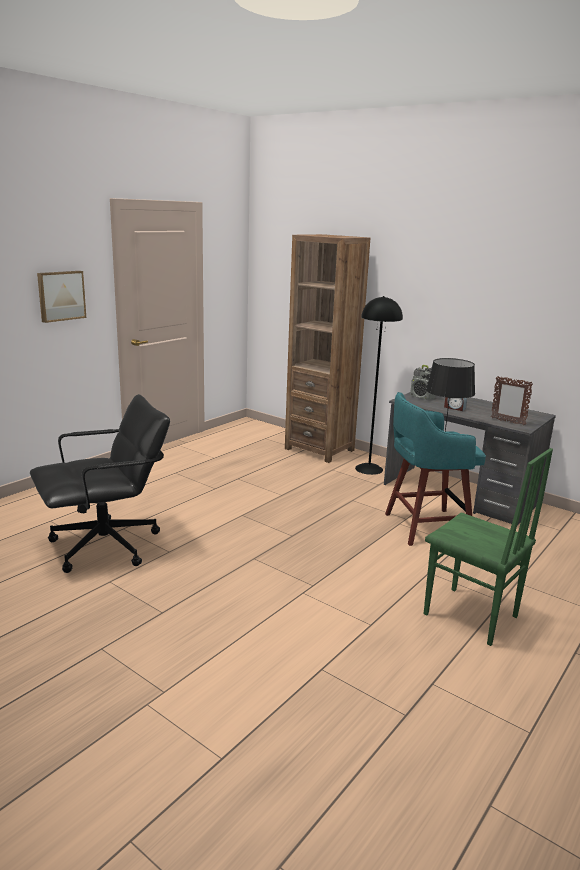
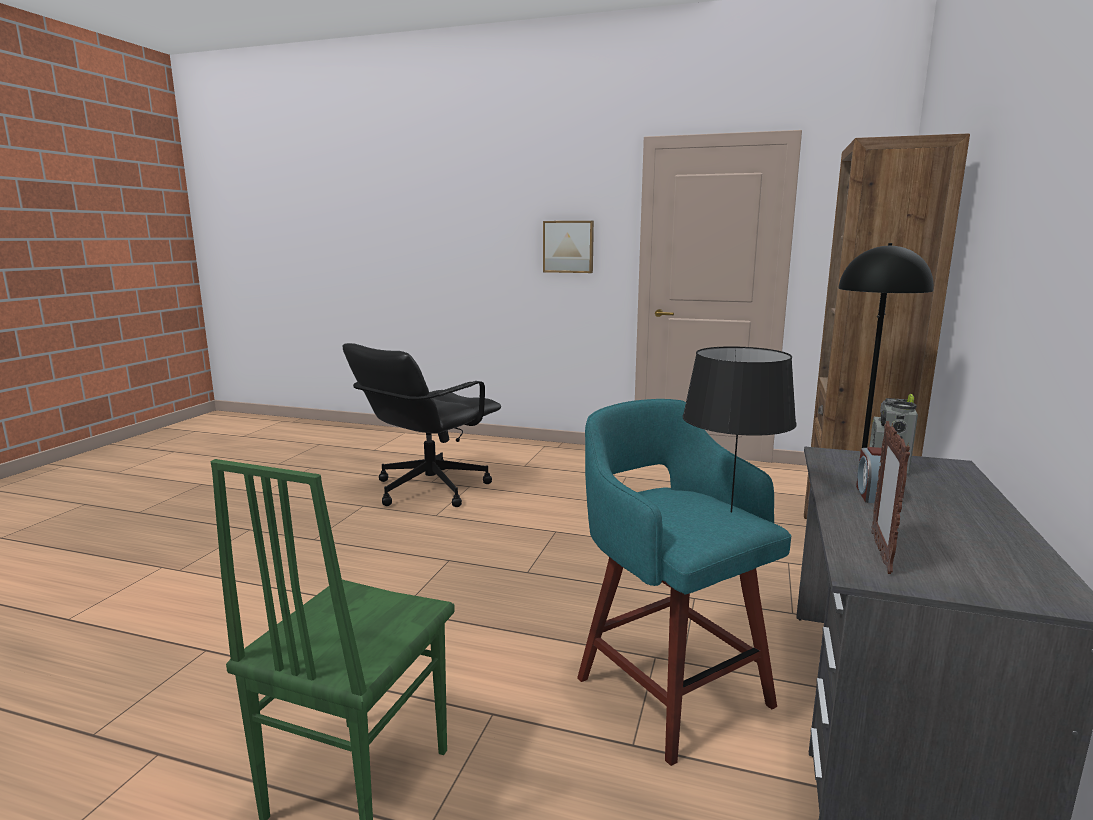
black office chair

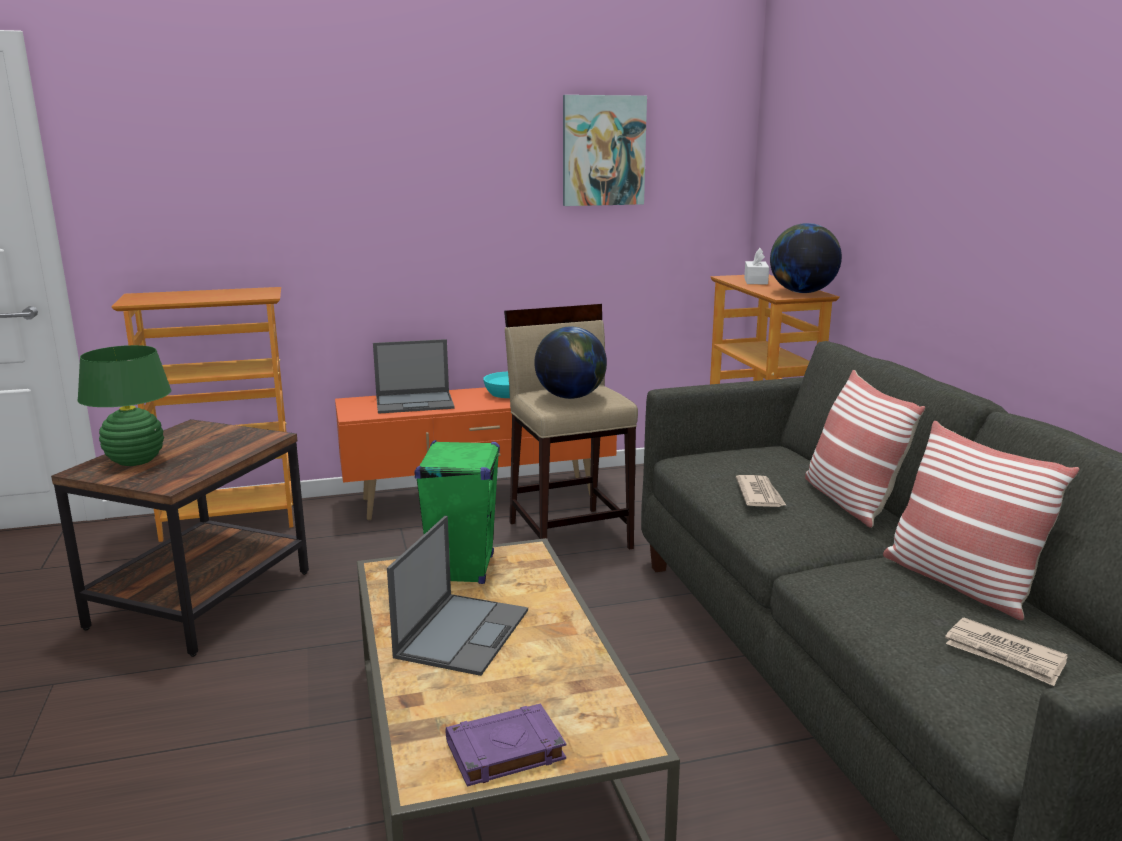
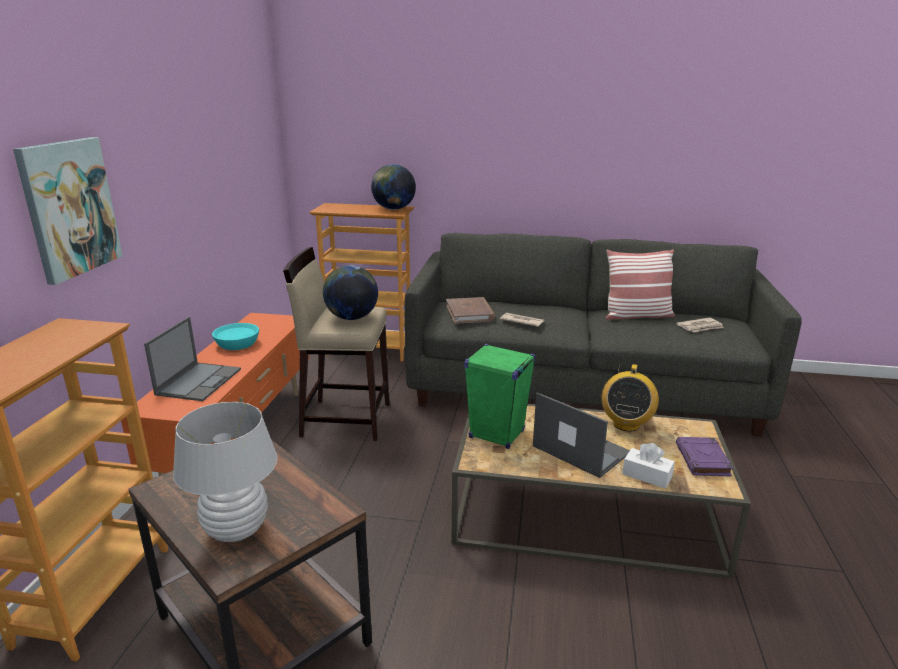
pillow (1st from left in the first image); brown book; radio; picture; white tissue box; white table lamp

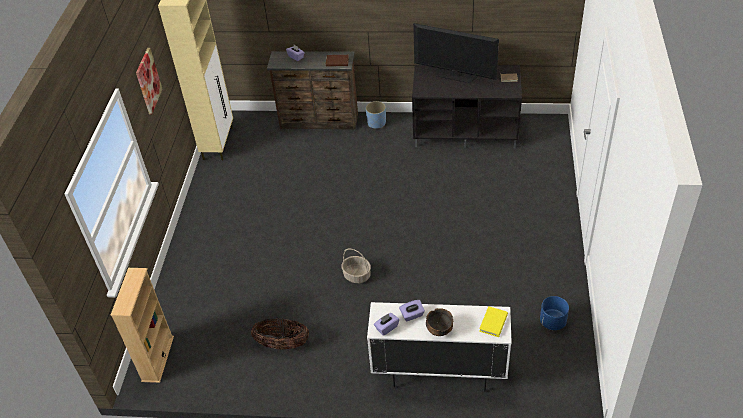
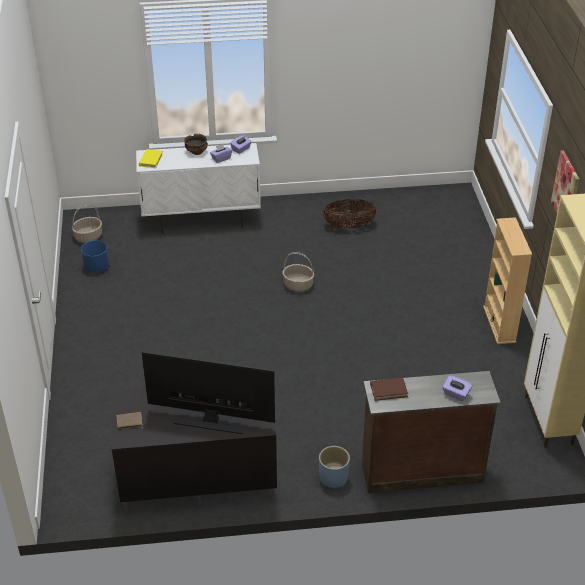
basket (1st from left); beige bookcase

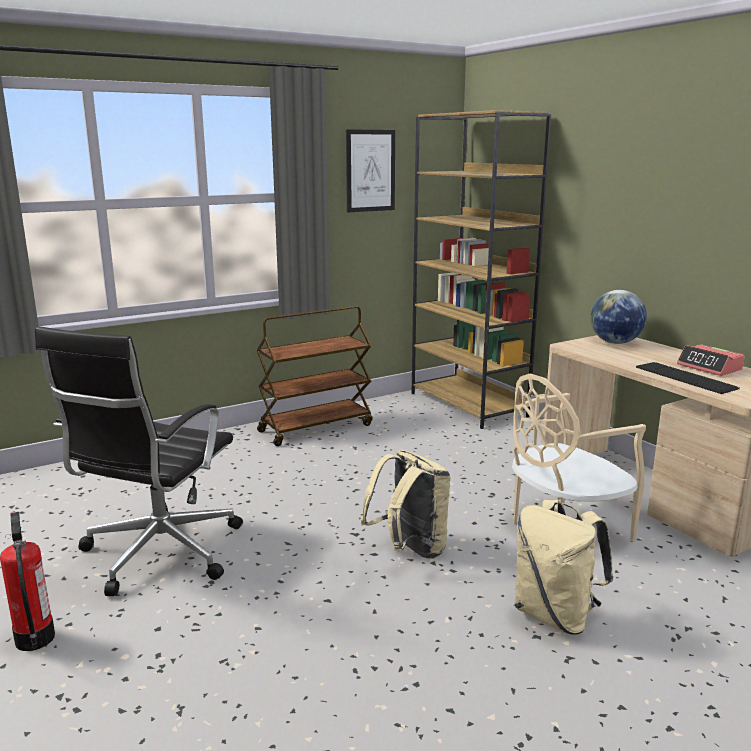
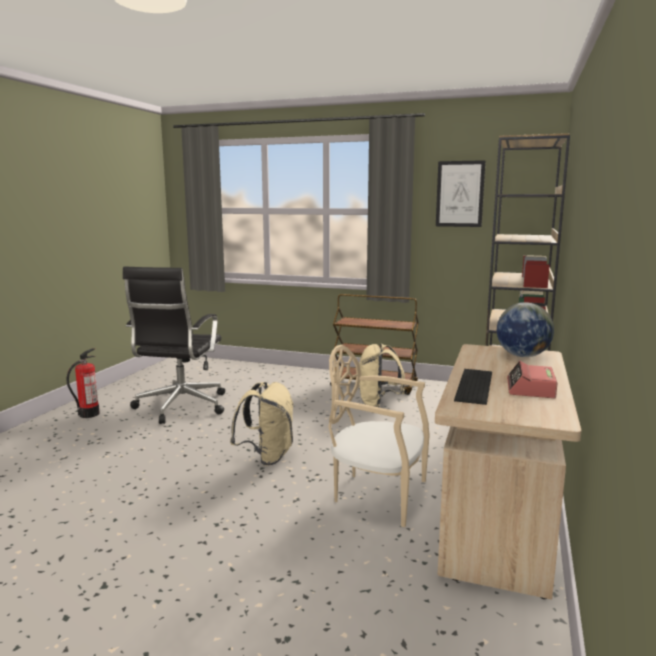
beige backpack (2nd from left); black office chair

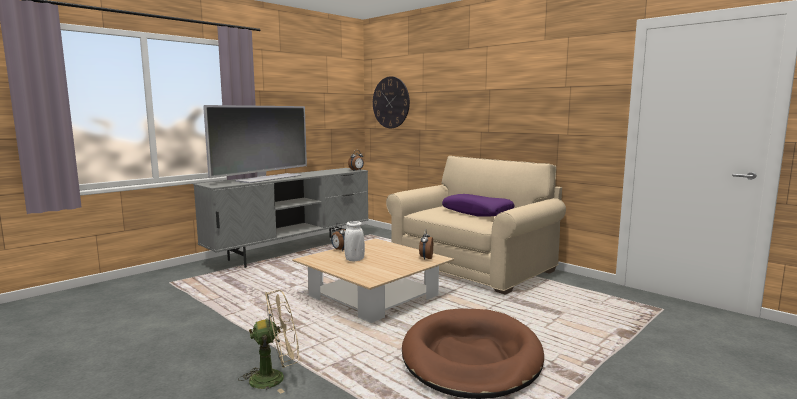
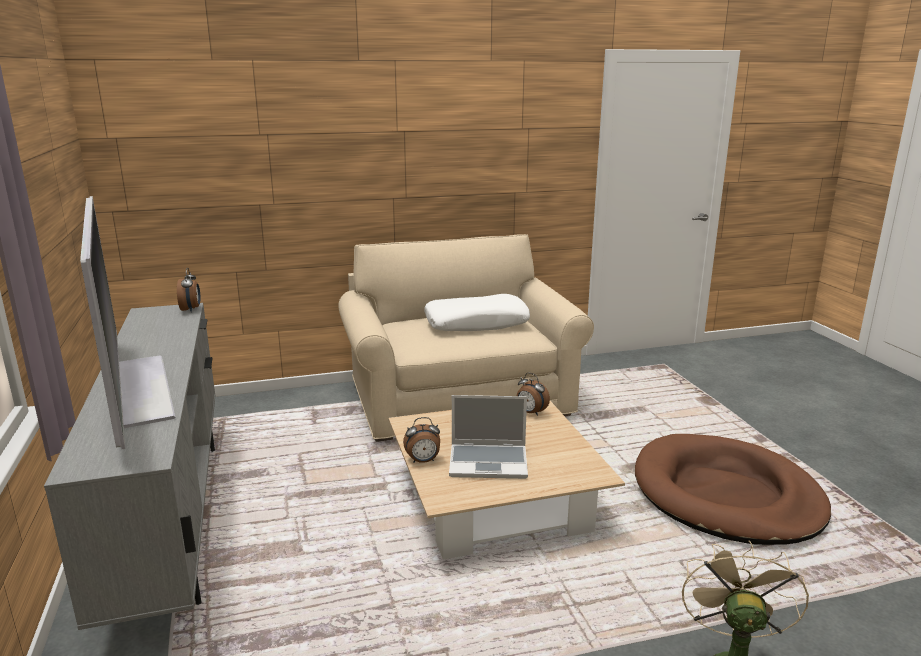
wall clock; laptop; white pillow

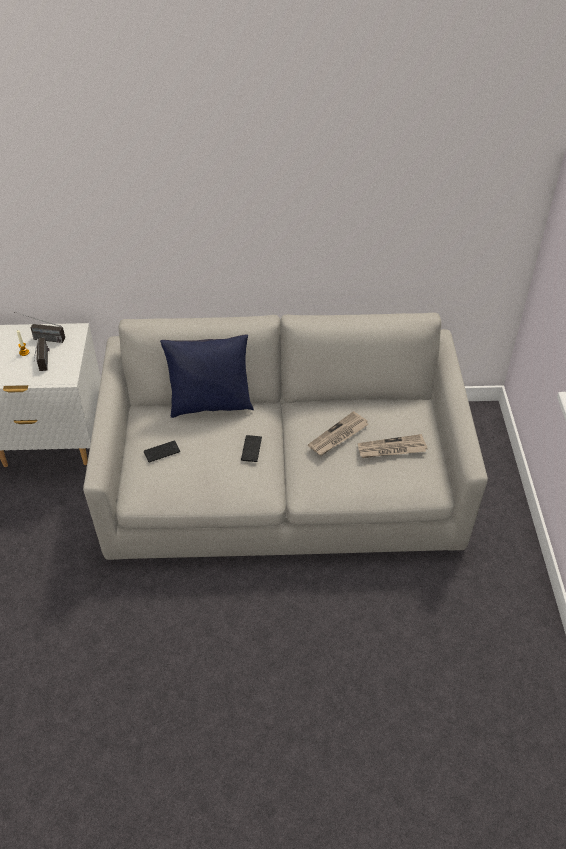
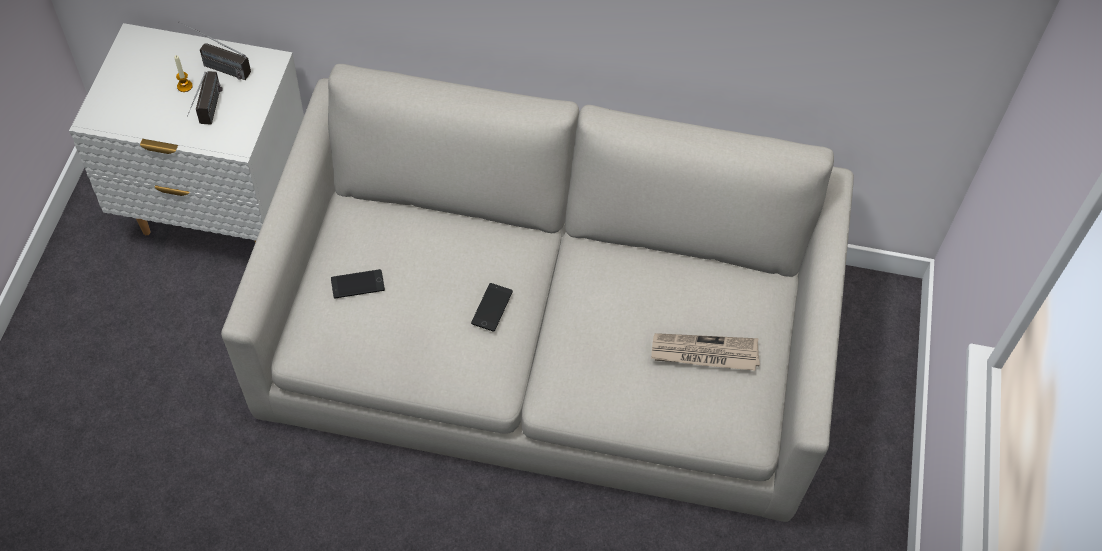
blue pillow; newspaper (1st from left in the first image)

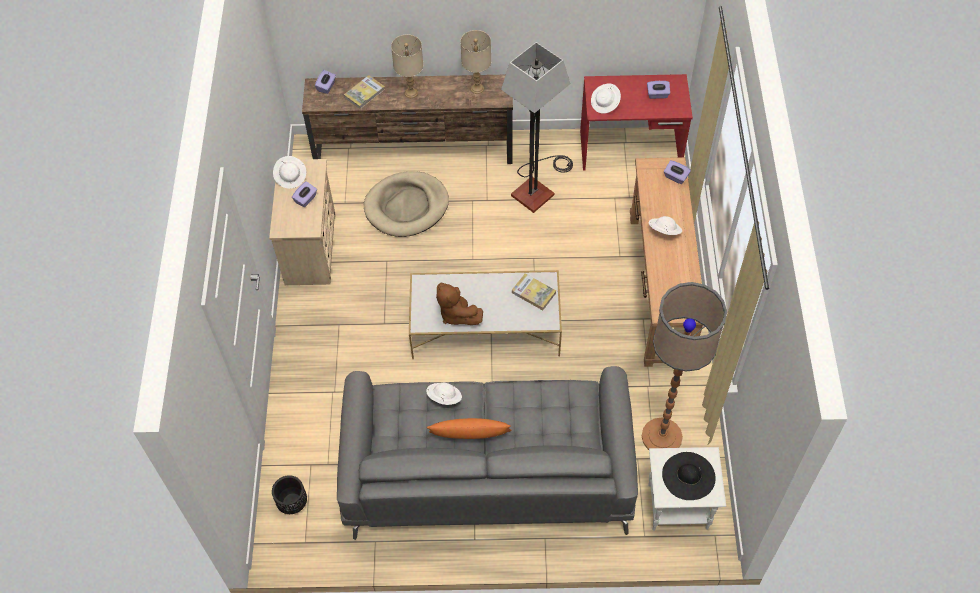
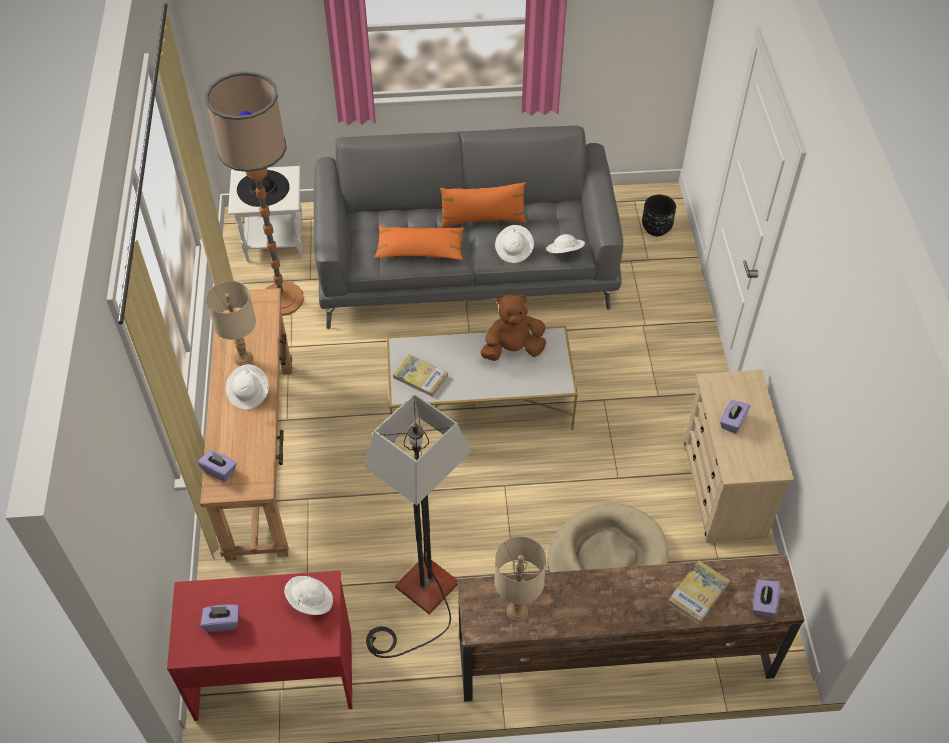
orange pillow (1st from left); white hat (4th from left); beige table lamp (1st from left); brown plush toy

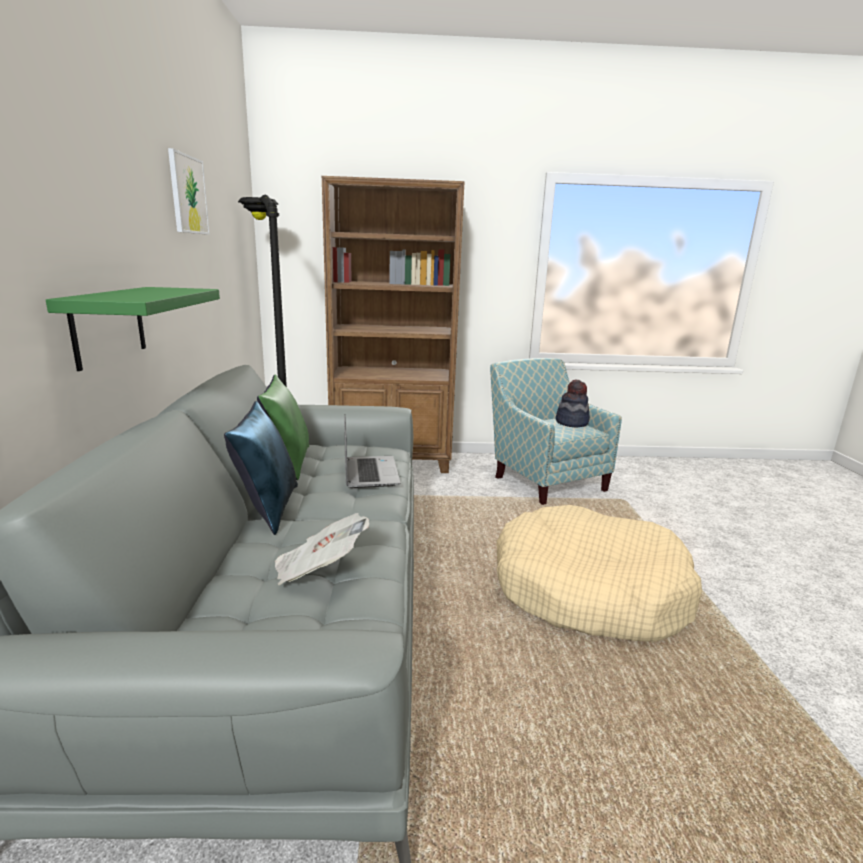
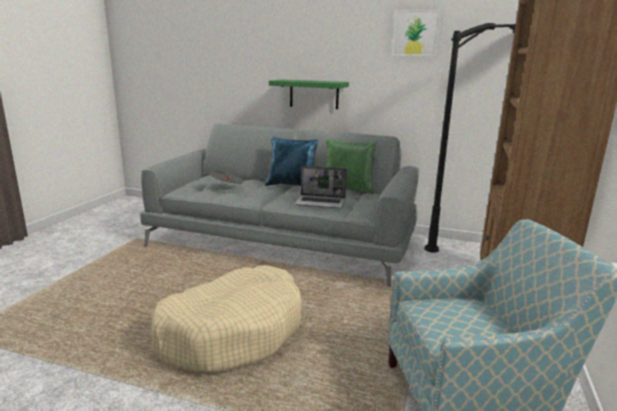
hat

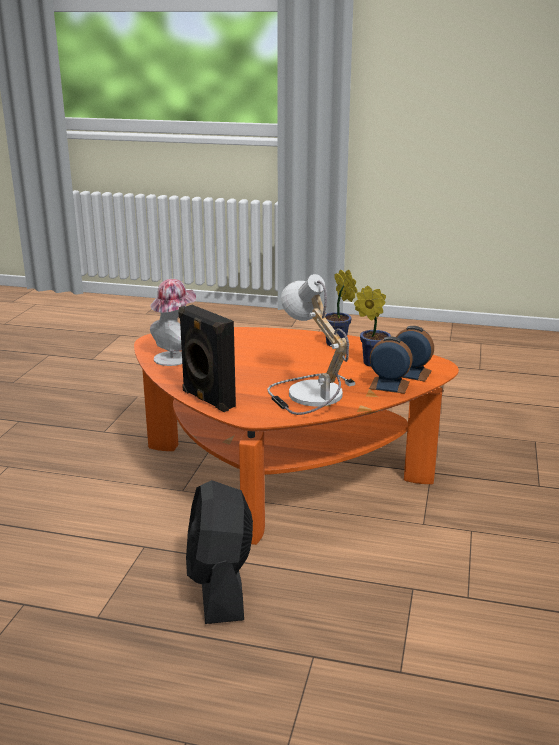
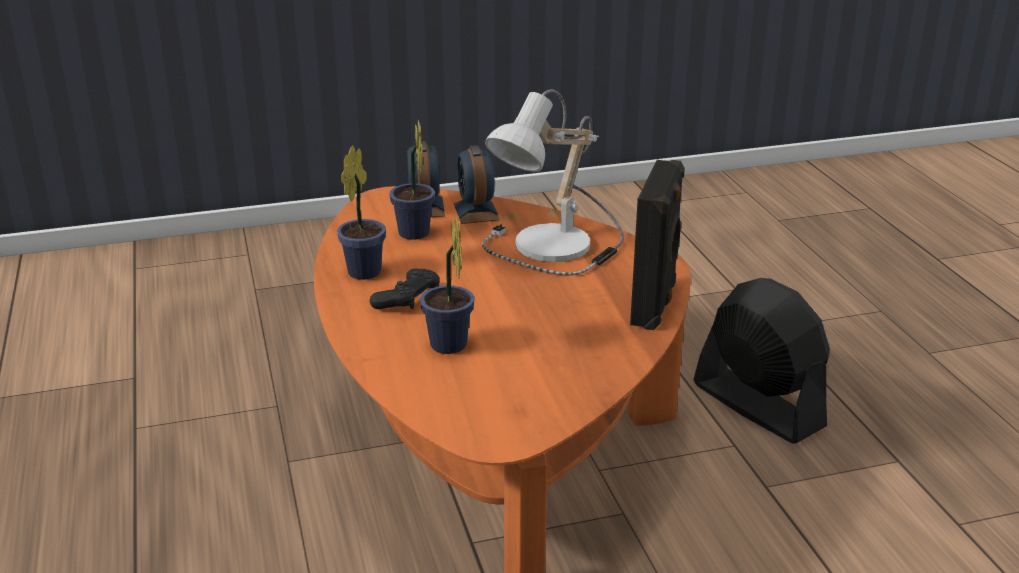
hat; black game controller; potted plant (3rd from left); black fan

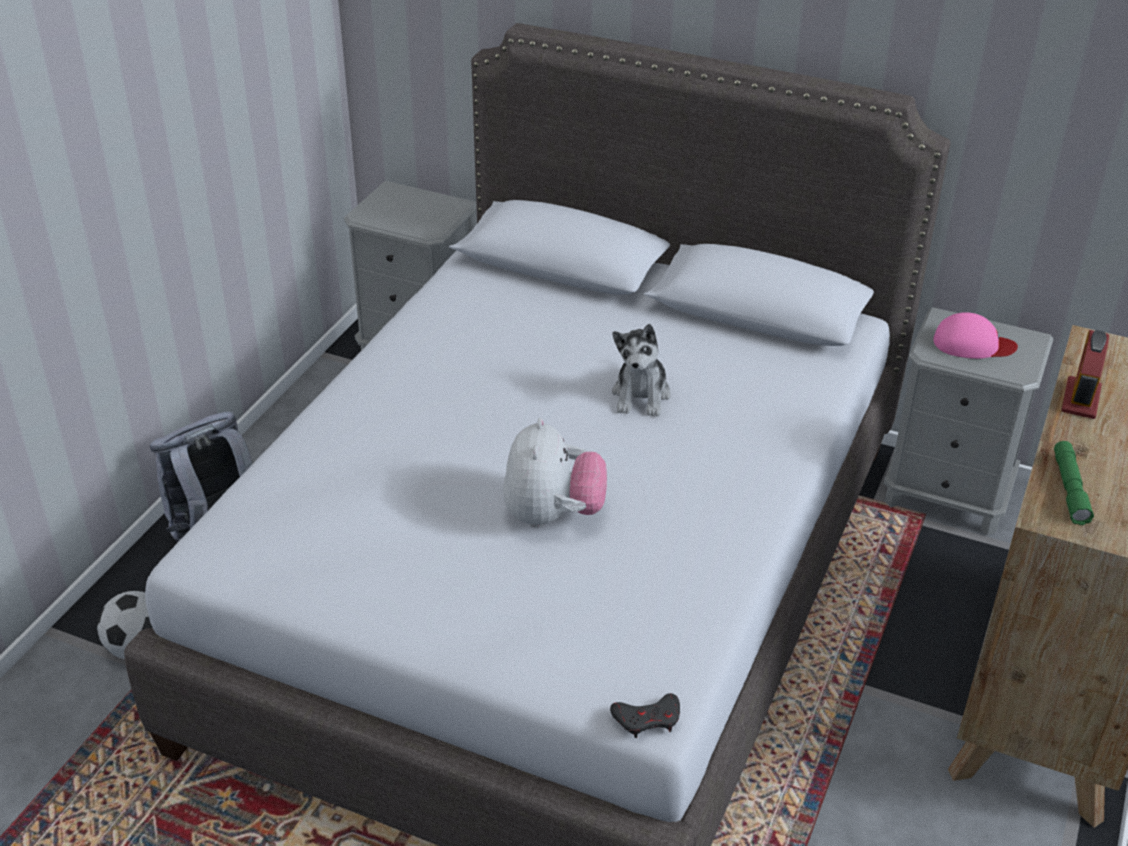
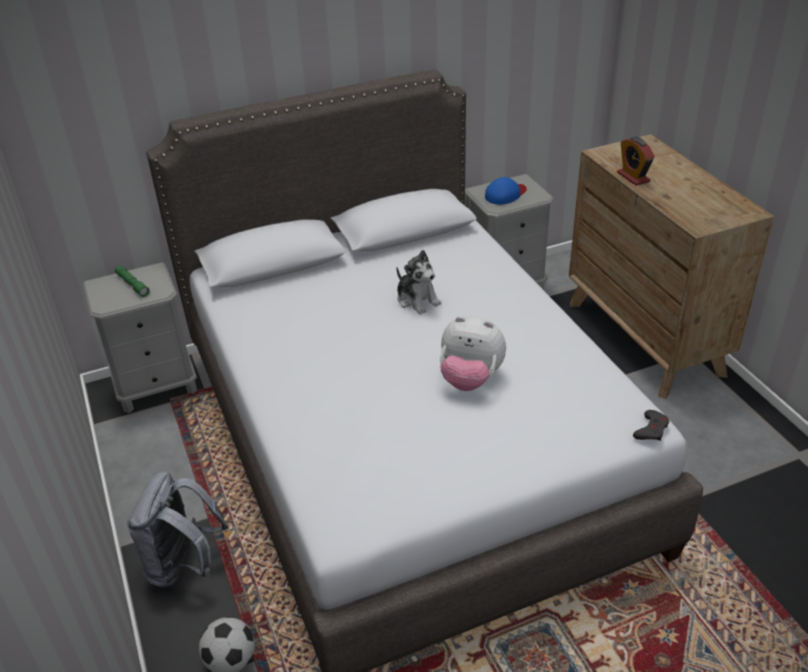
green flashlight; blue cap; plush toy (2nd from left)

